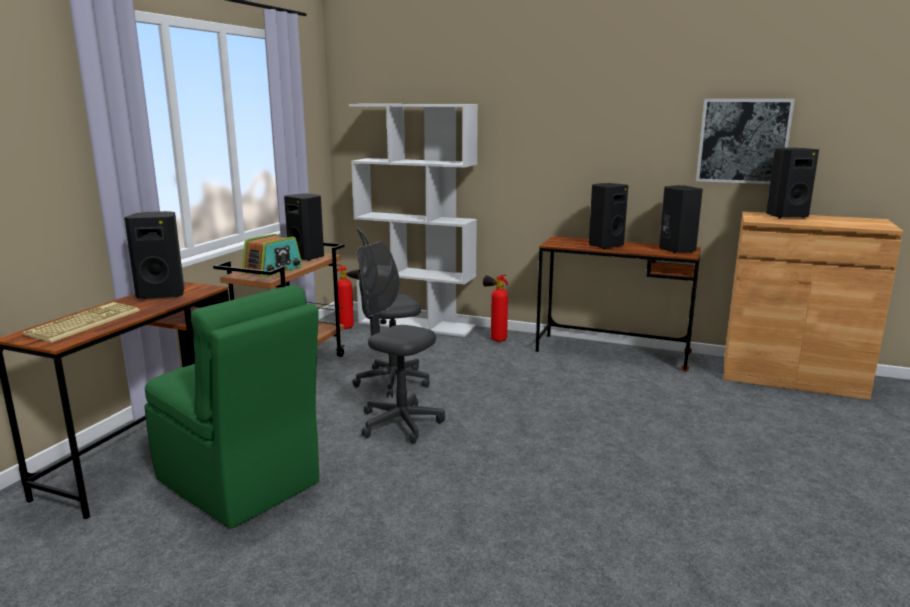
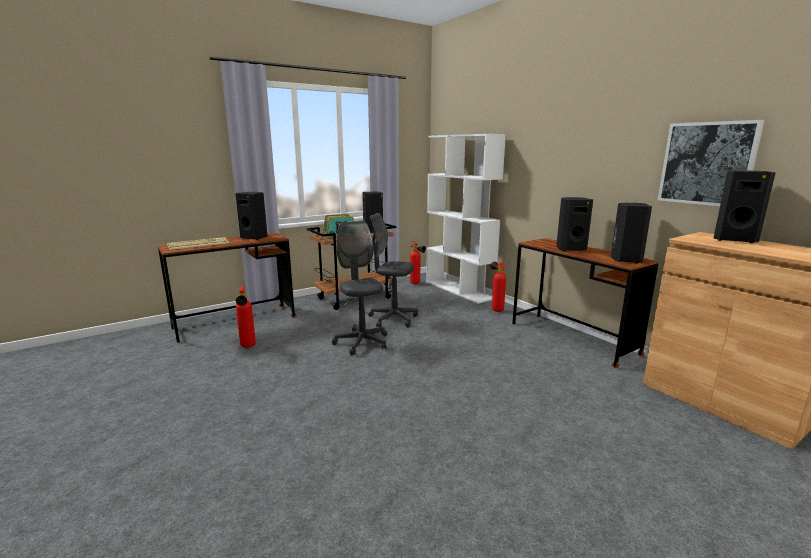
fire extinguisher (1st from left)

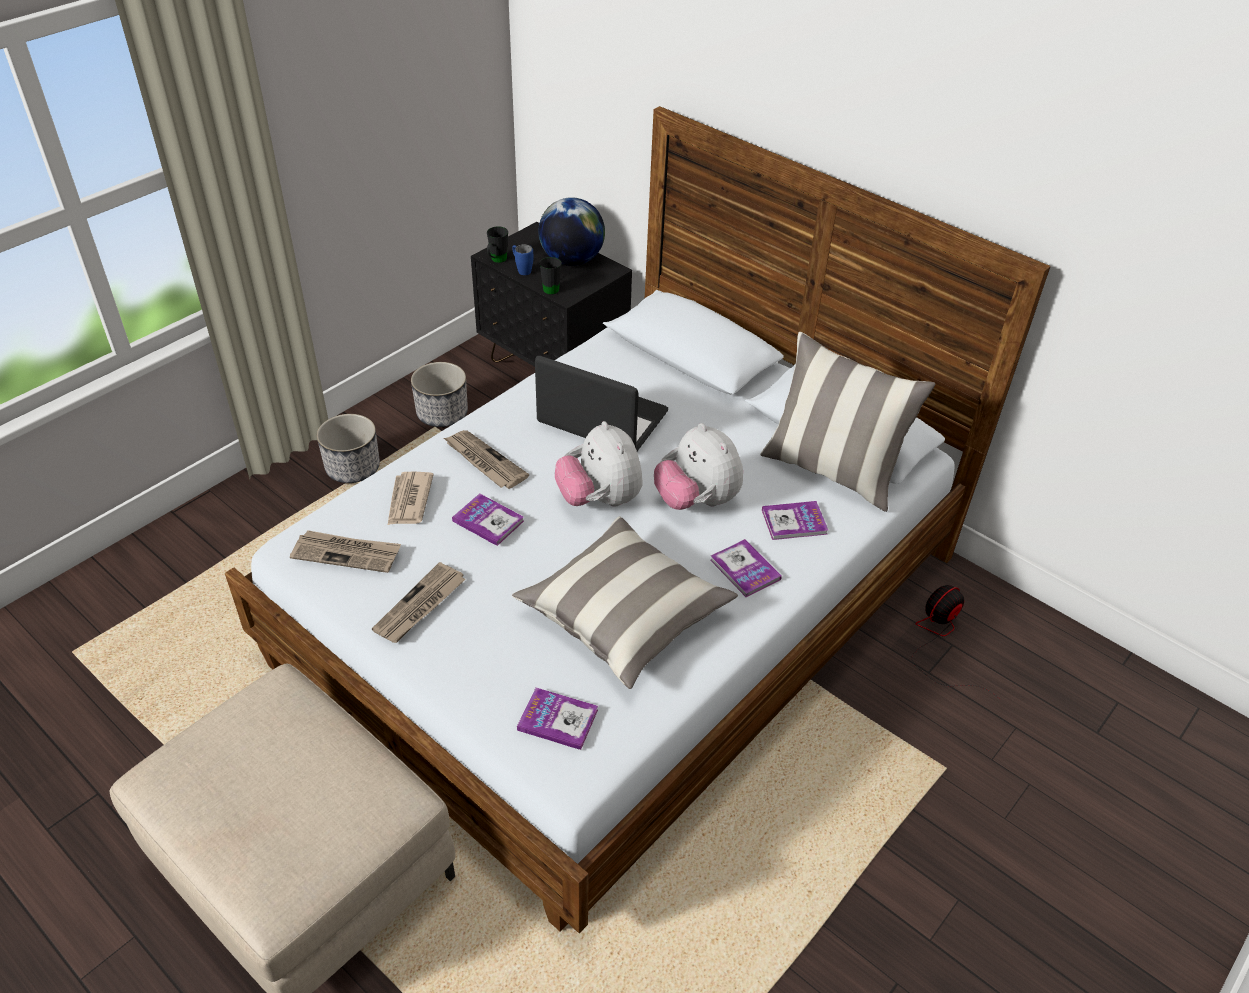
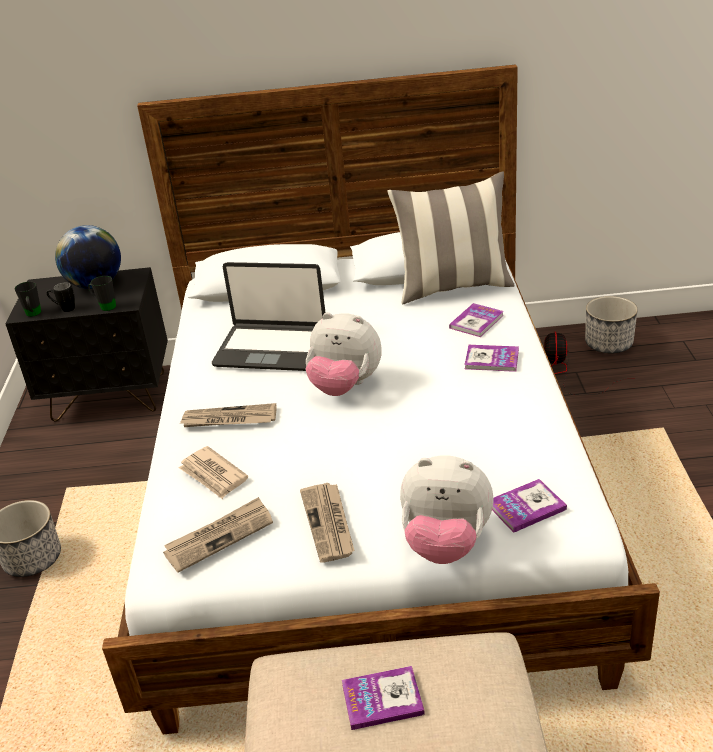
pillow (1st from left in the first image); planter (2nd from left); book (1st from left); plush toy (2nd from left); black mug (2nd from left); laptop

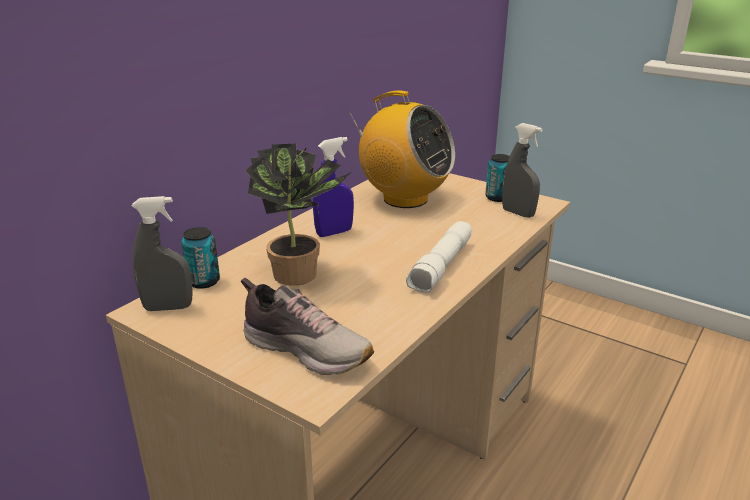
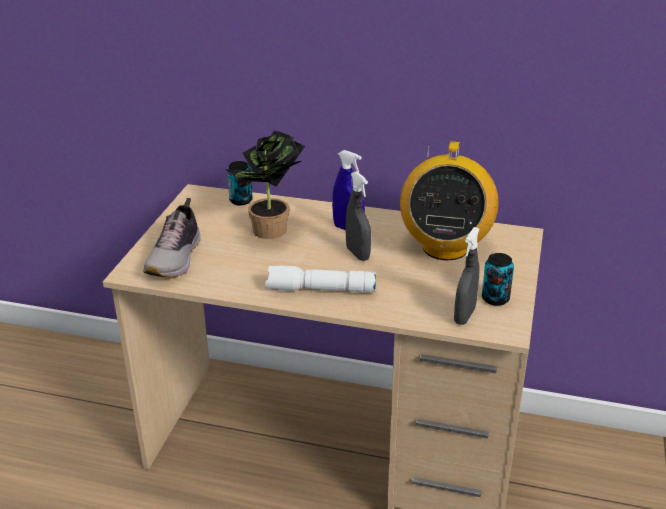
grey spray bottle (1st from left)

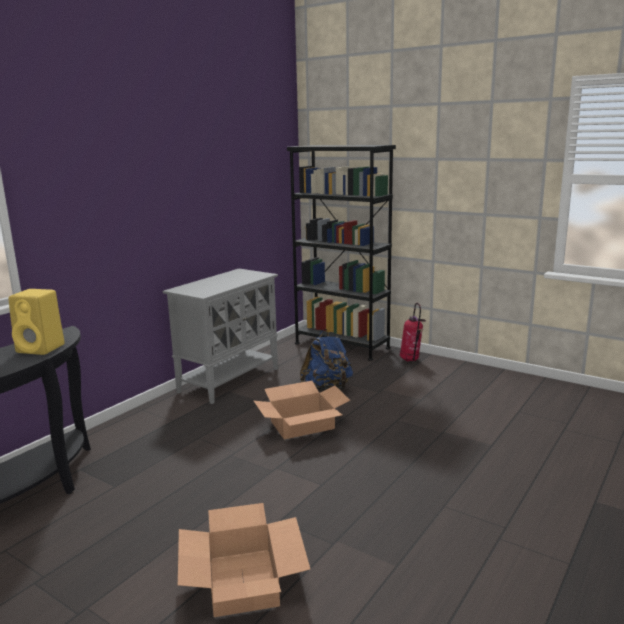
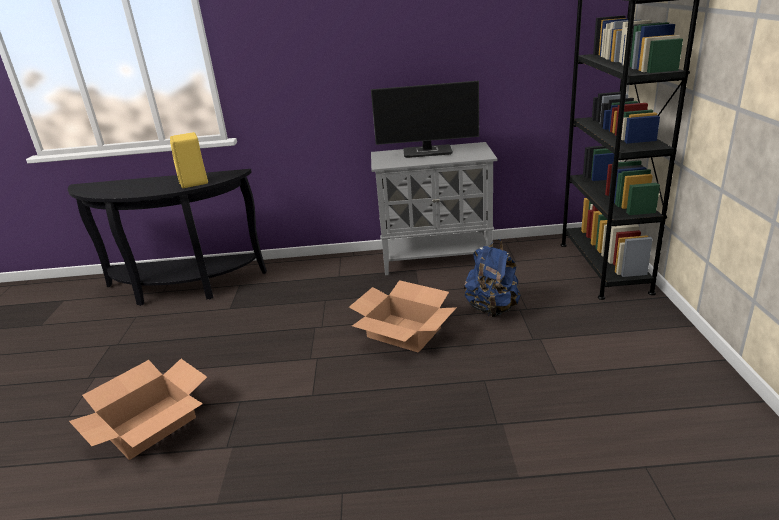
fire extinguisher; monitor

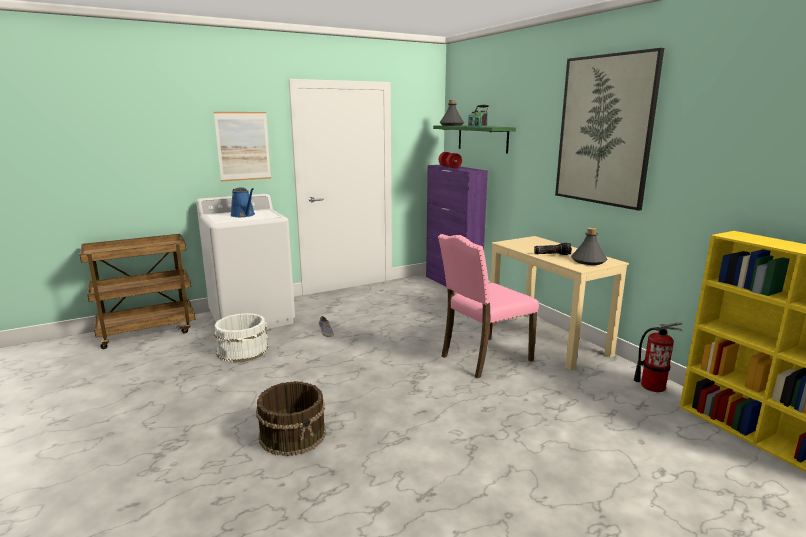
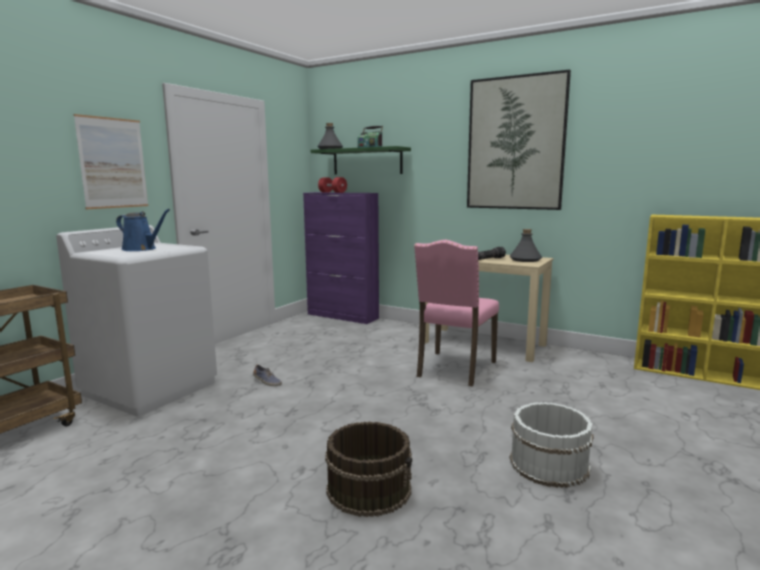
fire extinguisher; white bucket

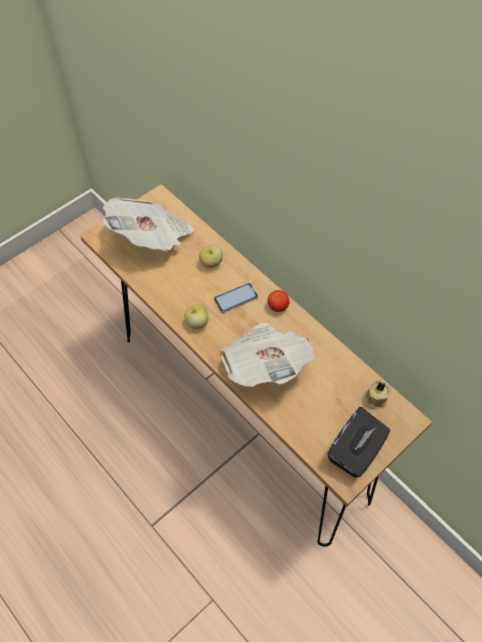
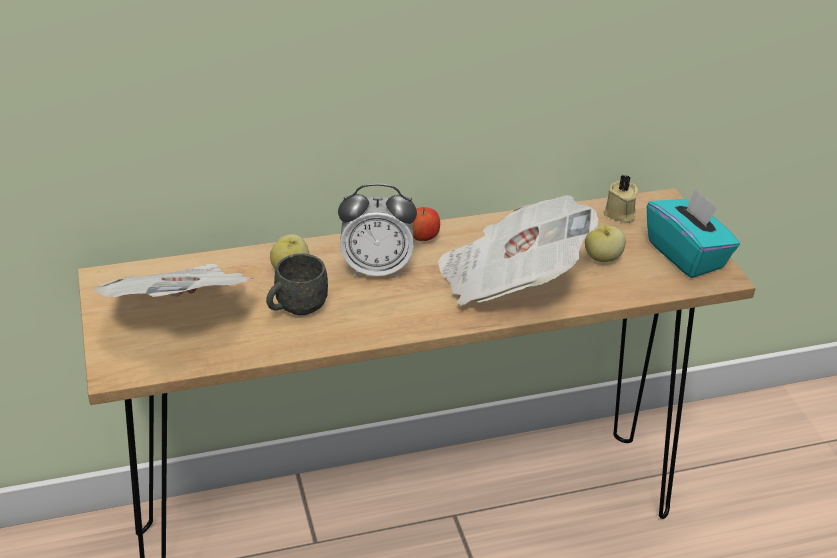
grey mug; apple (3rd from left); alarm clock; turquoise tissue box

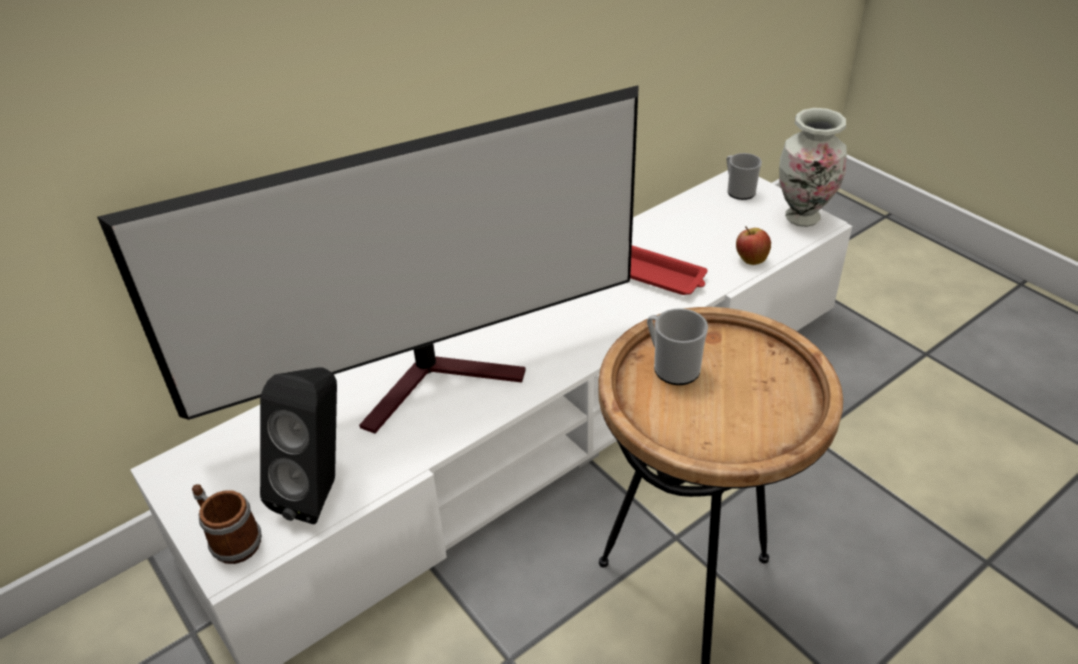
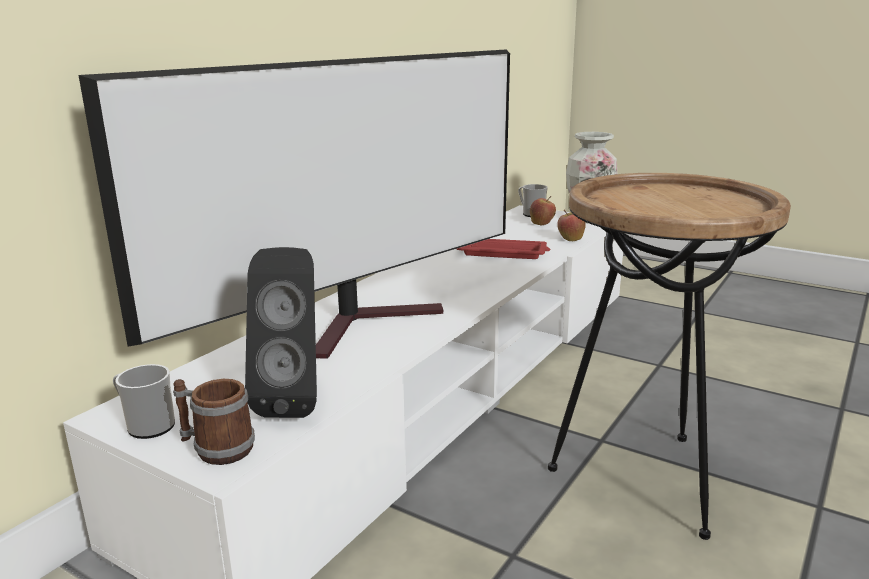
apple (1st from left); mug (1st from left)

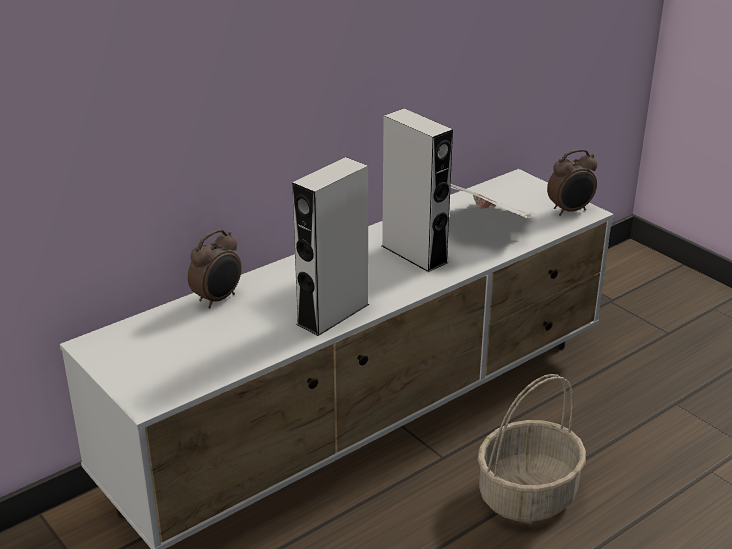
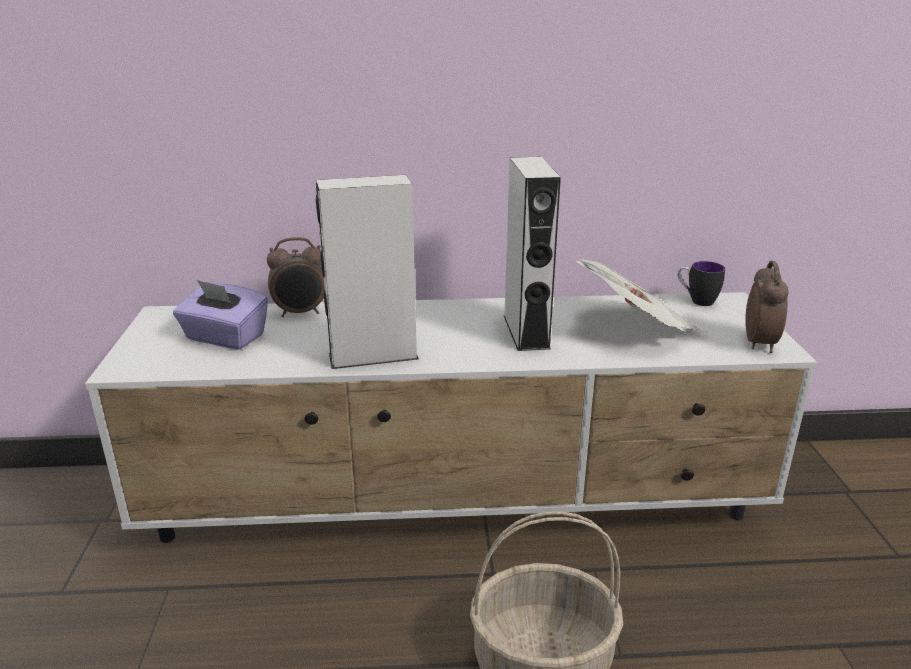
purple tissue box; mug; alarm clock (2nd from left)

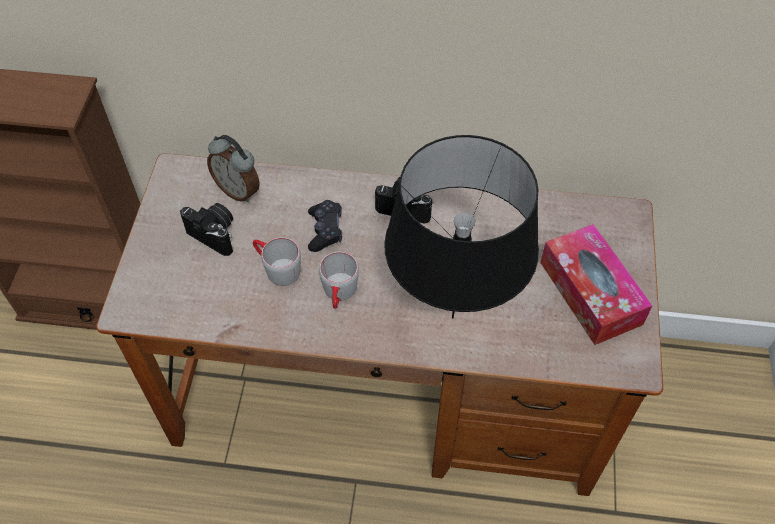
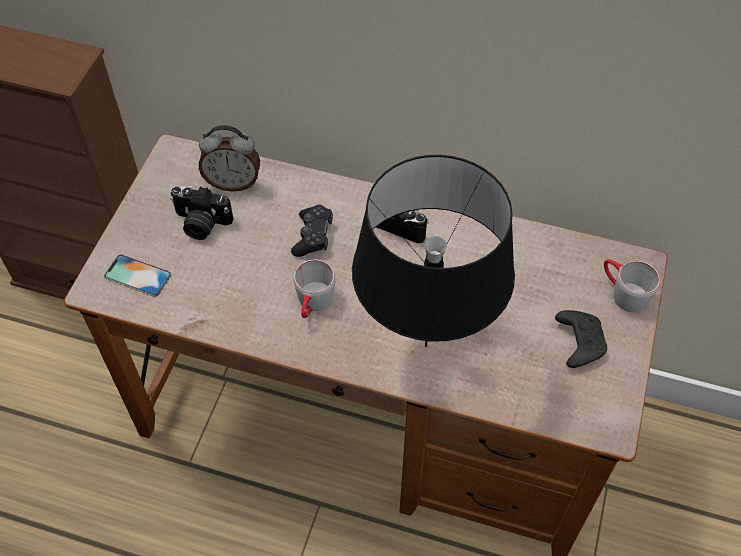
phone; grey mug (2nd from left); black game controller (2nd from left); photo camera (1st from left); alarm clock

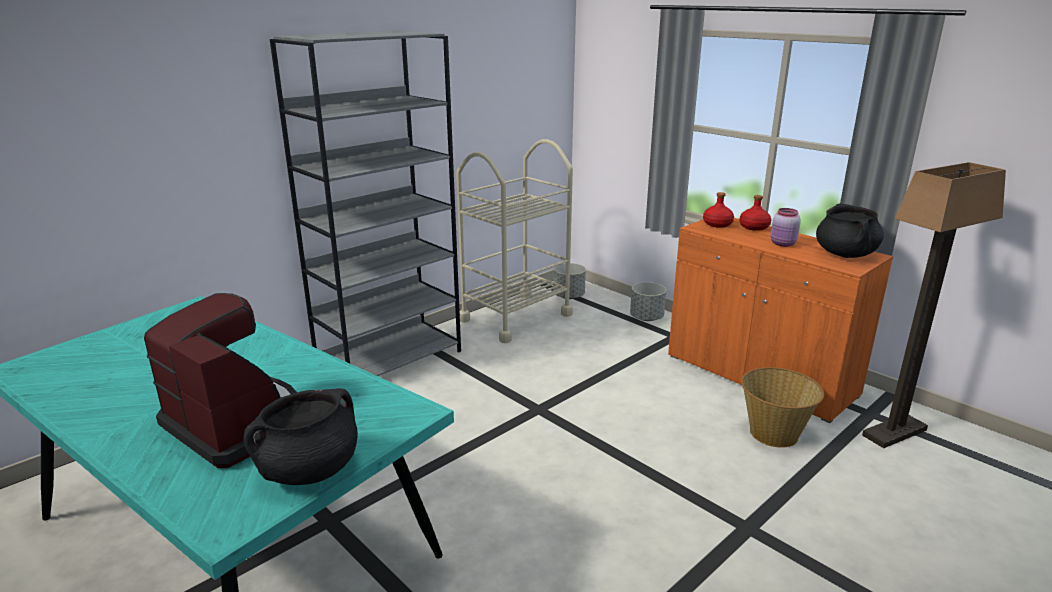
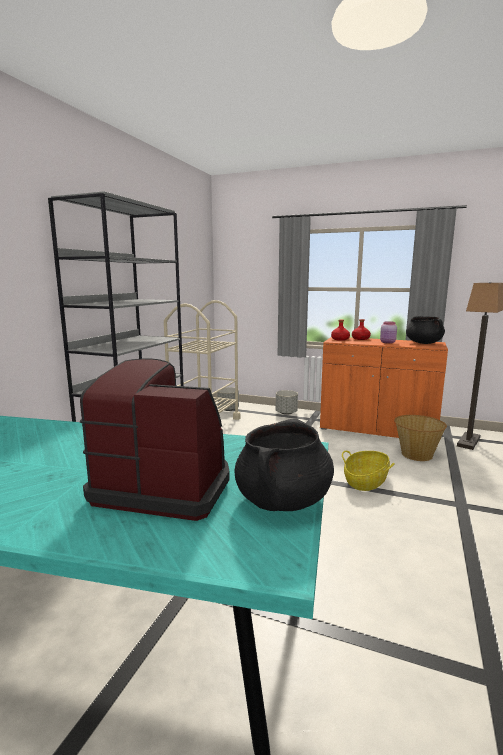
basket (1st from left)

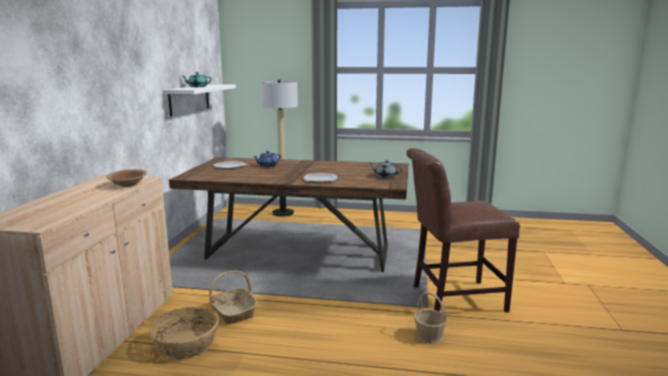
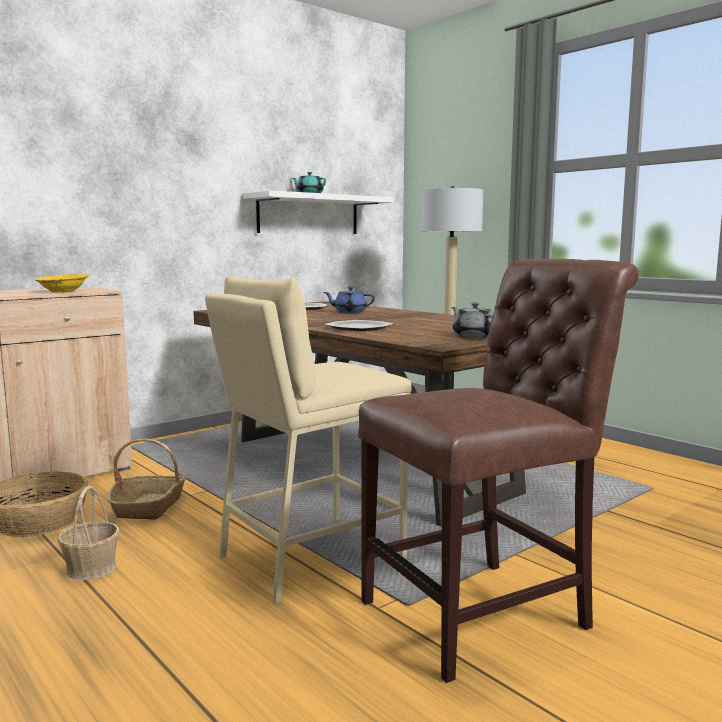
beige stool; basket (2nd from left); yellow bowl; brown chair

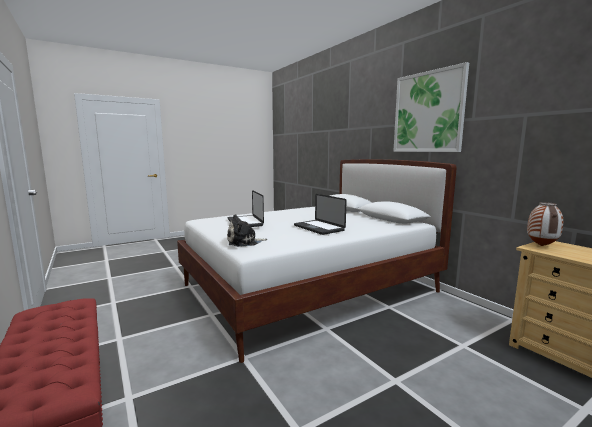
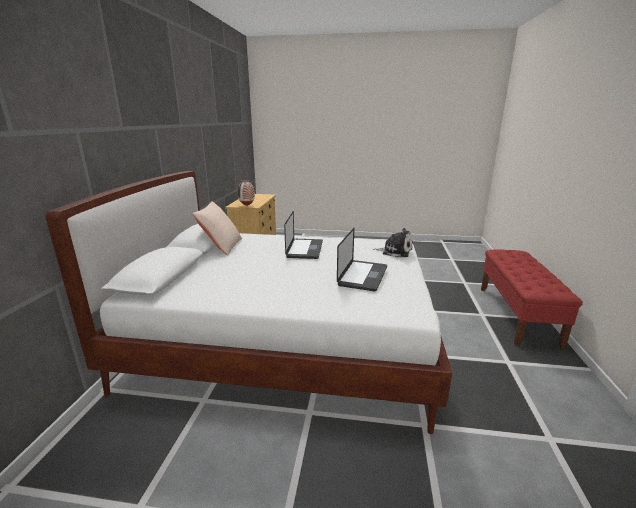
picture; beige pillow

